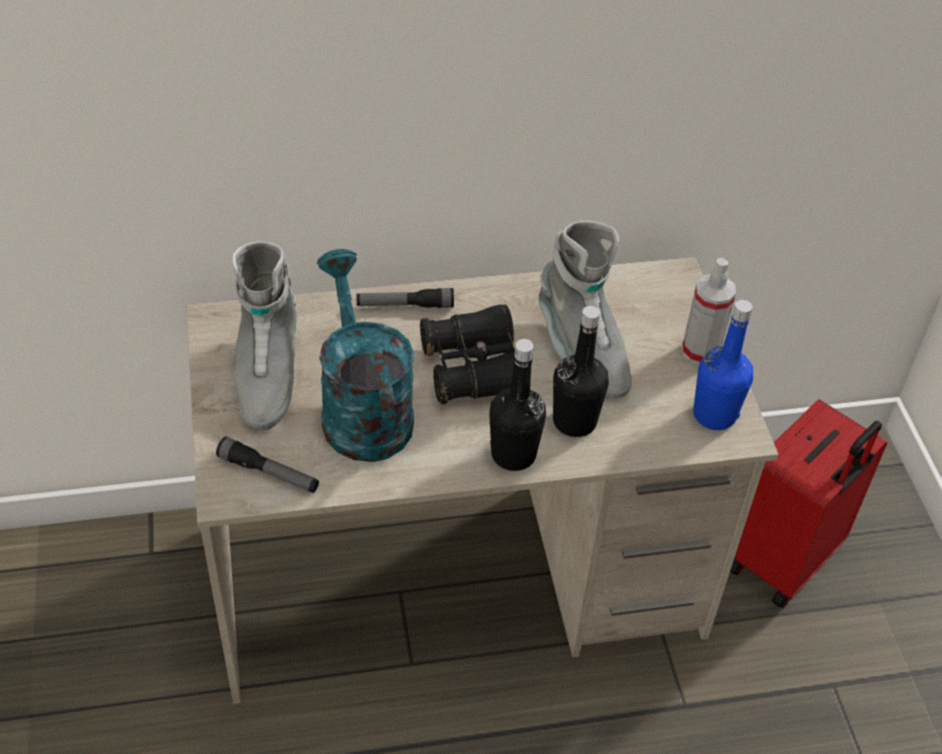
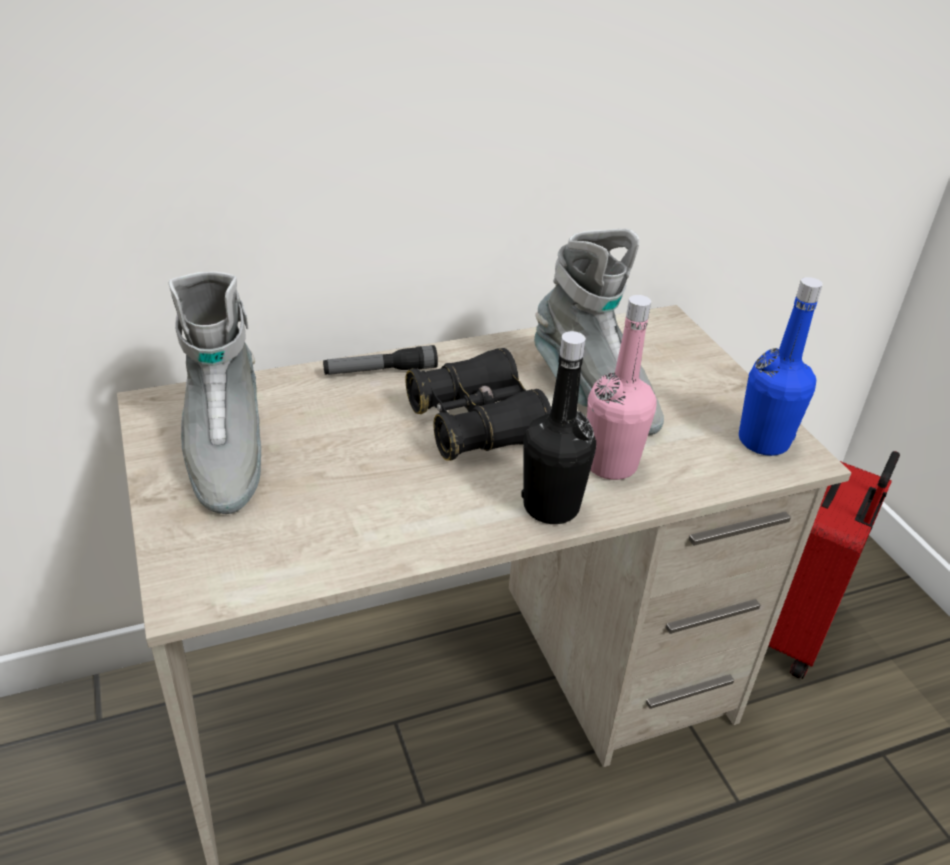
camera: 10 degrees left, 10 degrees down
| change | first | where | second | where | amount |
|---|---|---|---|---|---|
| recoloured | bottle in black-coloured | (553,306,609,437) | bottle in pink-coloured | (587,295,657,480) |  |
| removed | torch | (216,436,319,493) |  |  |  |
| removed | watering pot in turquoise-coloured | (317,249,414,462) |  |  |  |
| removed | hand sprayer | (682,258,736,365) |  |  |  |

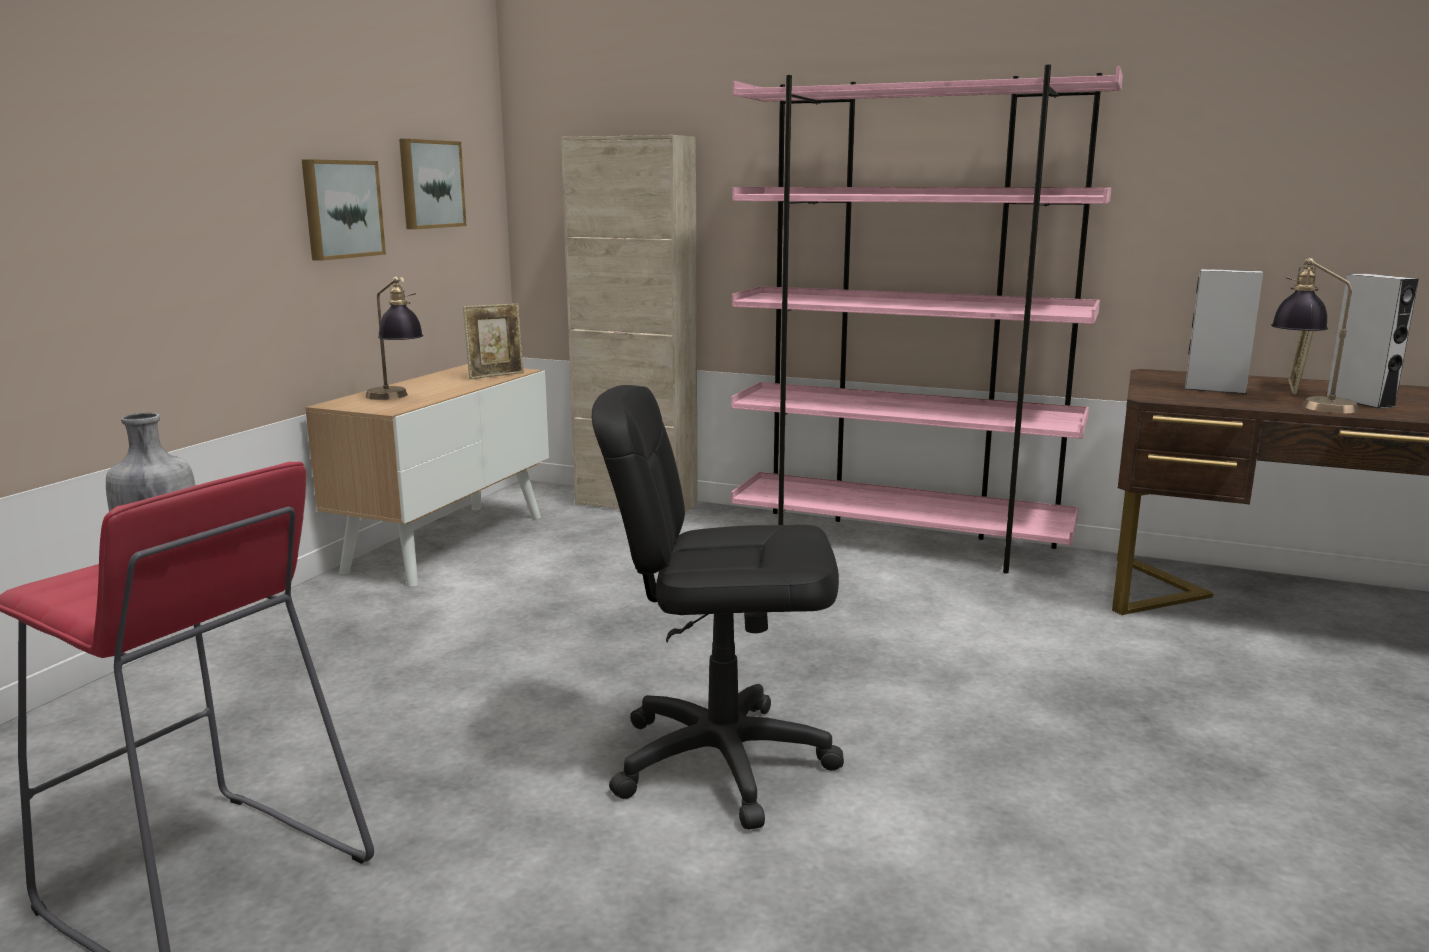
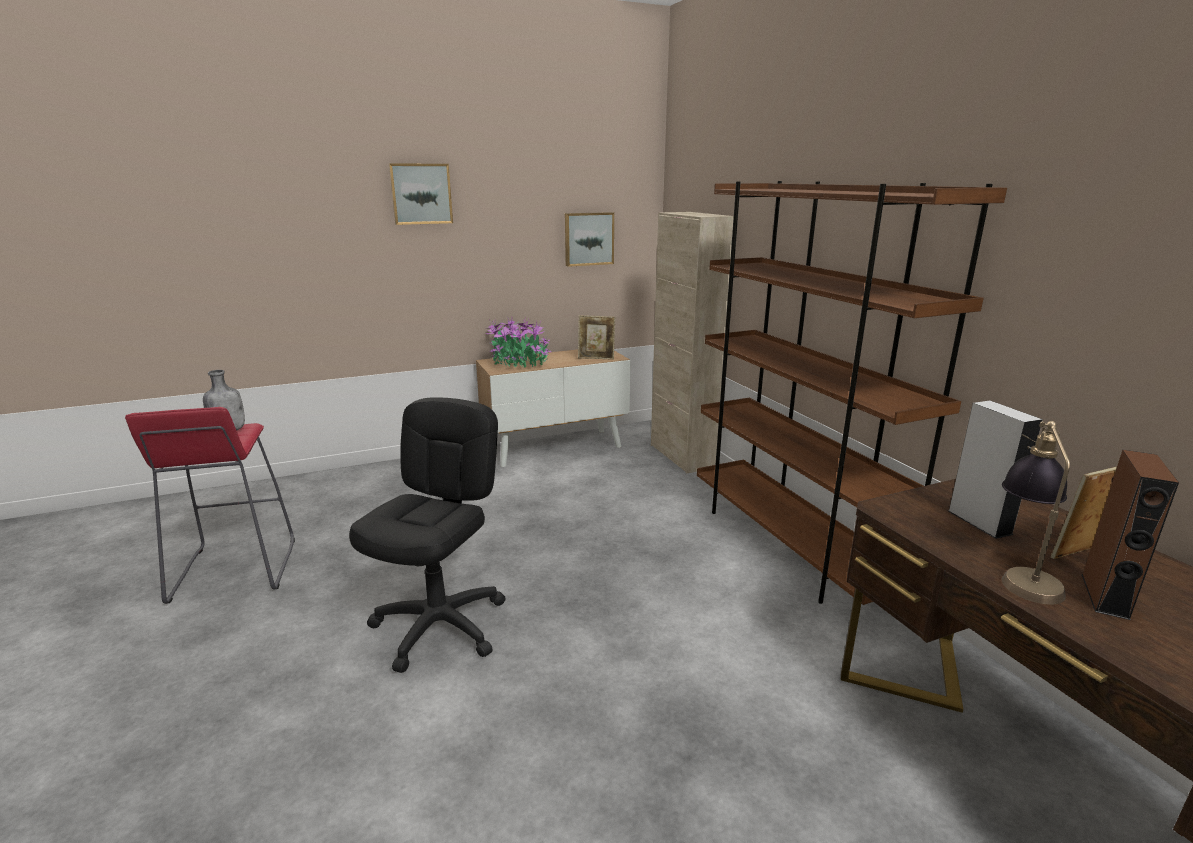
camera: 45 degrees right, 5 degrees up
| change | first | where | second | where | amount |
|---|---|---|---|---|---|
| turned | office chair in black-coloured | (592,385,844,830) |  | (349,397,506,673) | 60 degrees clockwise |
| moved | picture | (301,159,386,261) |  | (389,163,453,225) |  |
| replaced | tabletop lamp | (366,277,423,400) | plant in a pot | (485,317,551,368) |  |
| recoloured | bookshelf in pink-coloured | (731,65,1123,574) | bookshelf in brown-coloured | (697,181,1007,605) |  |
| recoloured | speaker in grey | (1327,274,1419,409) | speaker in brown-coloured | (1082,450,1179,620) |  |

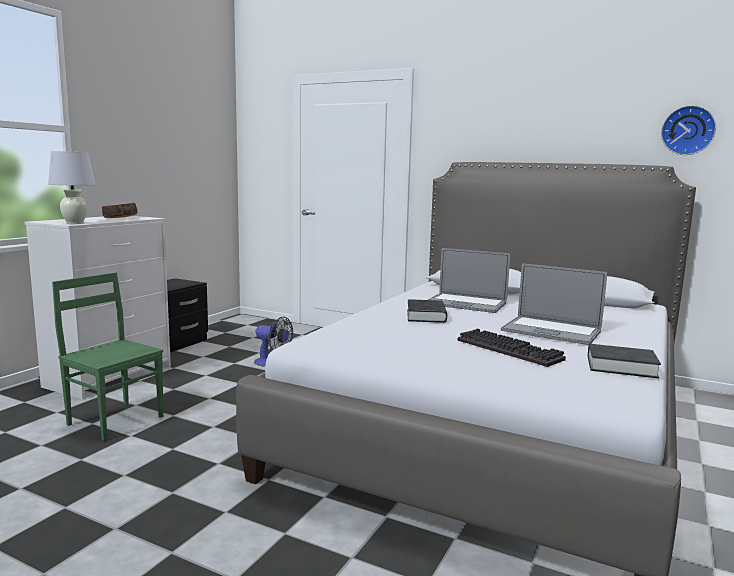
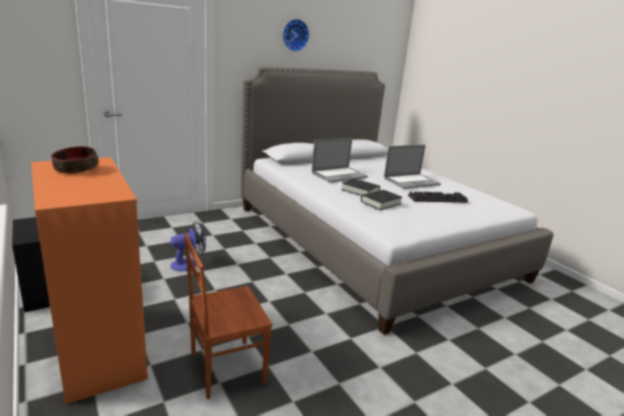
camera: 60 degrees left, 10 degrees up
| change | first | where | second | where | amount |
|---|---|---|---|---|---|
| recoloured | chest of drawers in white | (25,216,171,400) | chest of drawers in orange | (31,157,148,404) |  |
| recoloured | plain chair in green-coloured | (52,272,164,441) | plain chair in brown-coloured | (184,233,273,399) |  |
| moved | clock on the wall | (661,105,716,155) |  | (283,19,309,52) |  |
| moved | volume in black-coloured | (588,344,661,378) |  | (361,190,403,210) |  |
| removed | tabletop lamp in white | (48,151,96,224) |  |  |  |

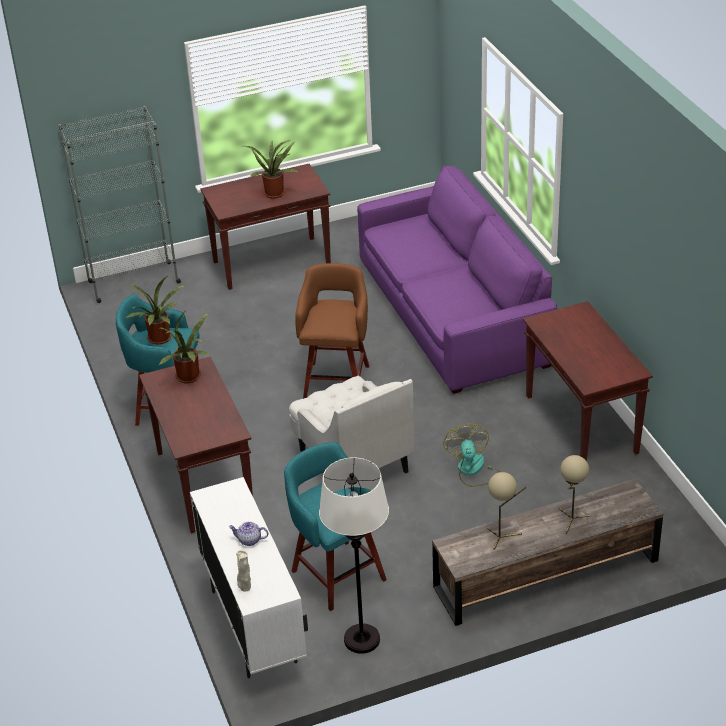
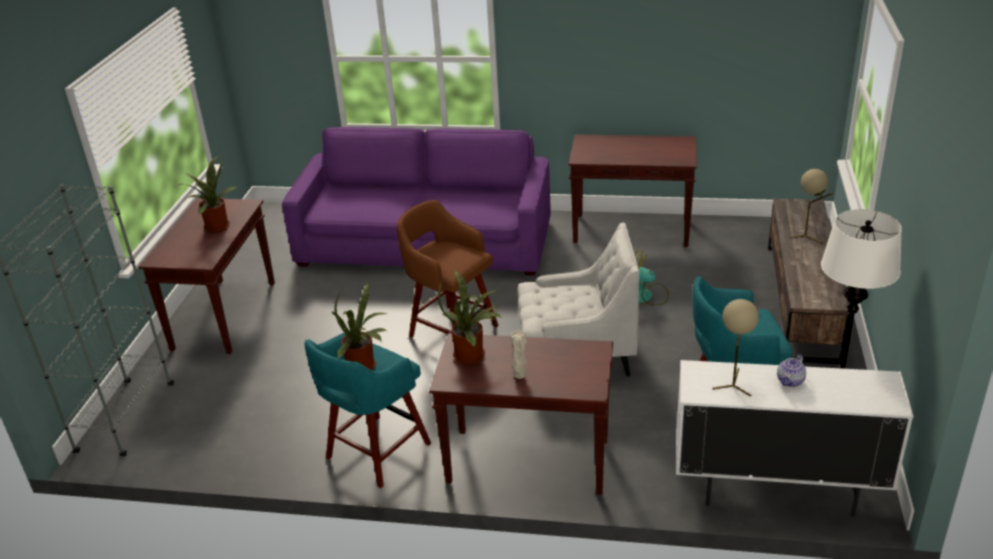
camera: 60 degrees left, 5 degrees down
| change | first | where | second | where | amount |
|---|---|---|---|---|---|
| moved | decorative vase in beige-coloured | (236,550,251,591) |  | (510,331,527,379) |  |
| moved | tabletop lamp in beige-coloured | (487,472,526,550) |  | (713,299,759,397) |  |

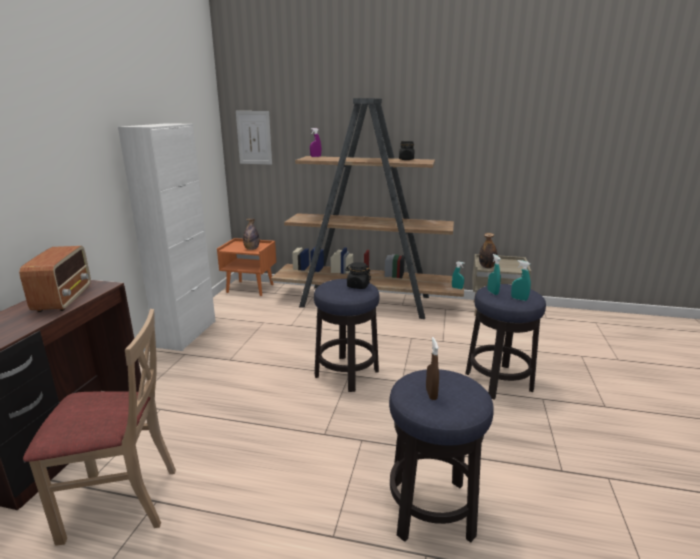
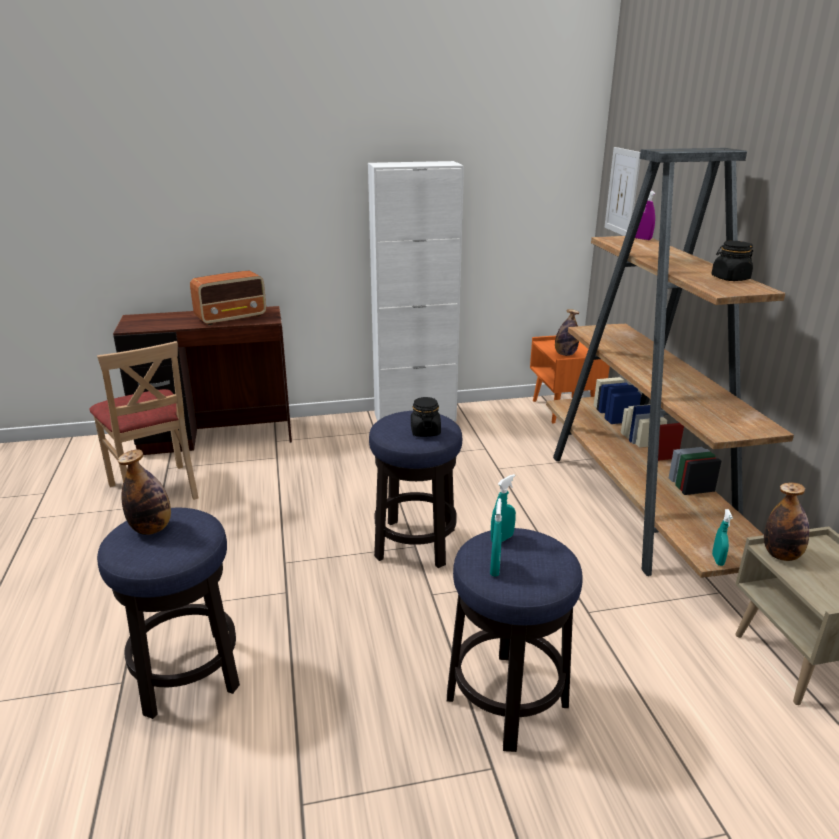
camera: 65 degrees right, 5 degrees up
| change | first | where | second | where | amount |
|---|---|---|---|---|---|
| replaced | hand sprayer in brown-coloured | (426,337,439,400) | bottle | (118,449,171,535) |  |

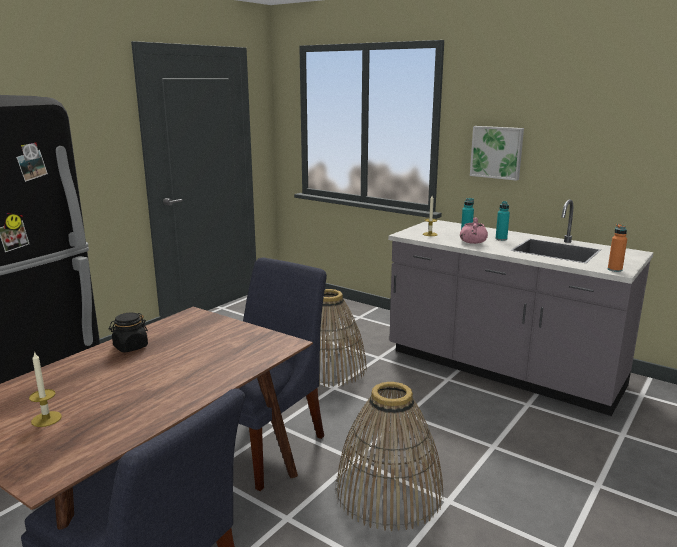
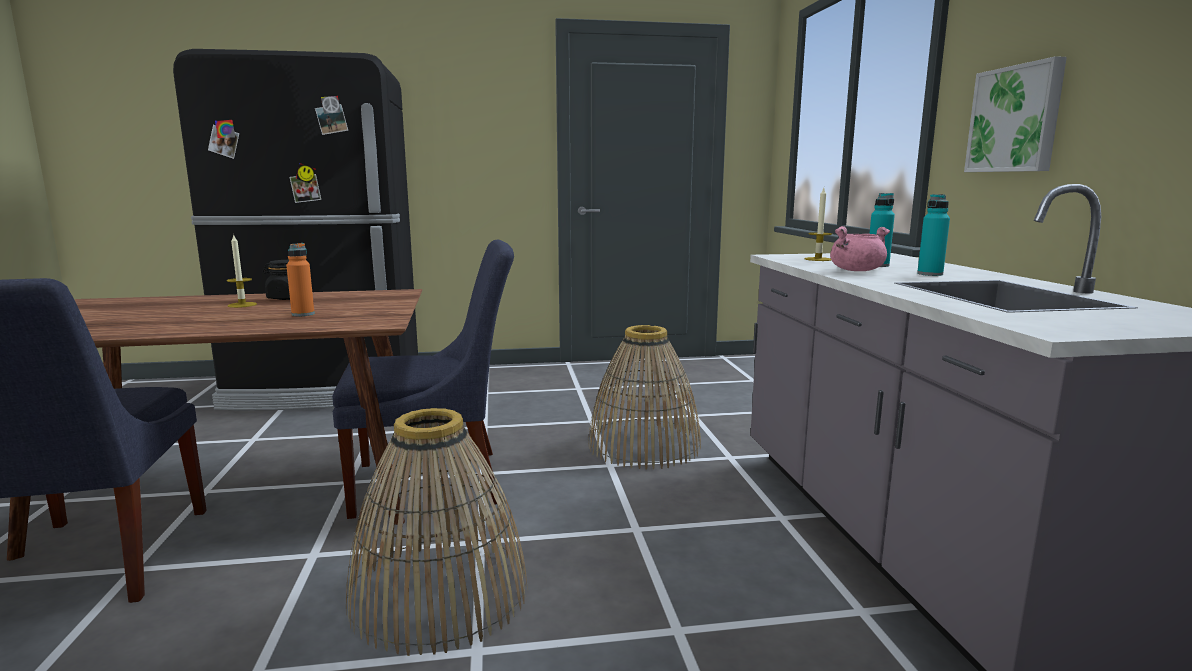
camera: 45 degrees right, 5 degrees down
| change | first | where | second | where | amount |
|---|---|---|---|---|---|
| moved | wax candle | (29,351,62,427) |  | (227,234,257,308) |  |
| moved | bottle in orange | (608,224,627,272) |  | (286,243,314,316) |  |

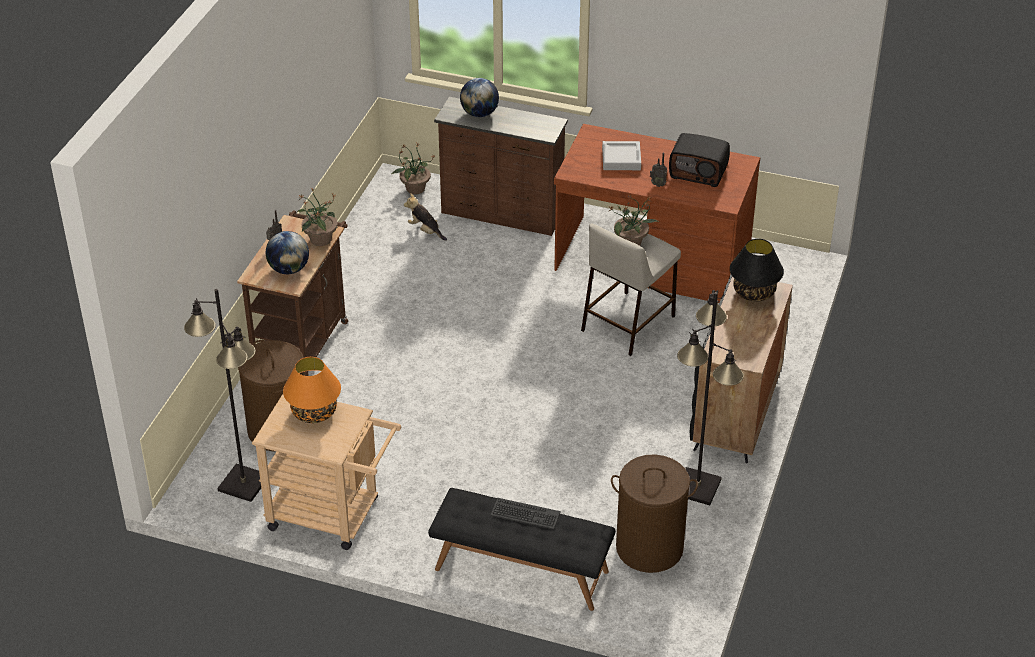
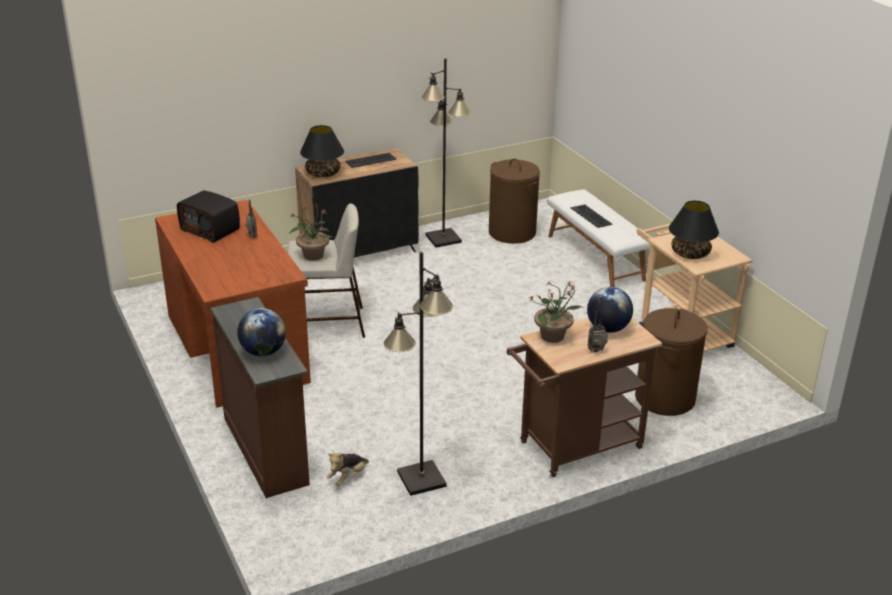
camera: 135 degrees left, 10 degrees down
| change | first | where | second | where | amount |
|---|---|---|---|---|---|
| turned | radio | (669,133,730,187) |  | (177,190,240,242) | 150 degrees clockwise |
| turned | plush toy | (404,193,447,241) |  | (327,453,369,486) | 45 degrees clockwise |
| added |  |  | keyboard | (345,153,396,168) |  |
| moved | standard lamp in black-coloured | (184,289,261,502) |  | (384,252,453,496) |  |
| recoloured | indoor bench in black-coloured | (428,488,615,611) | indoor bench in white | (547,189,650,287) |  |
| recoloured | tabletop lamp in orange | (283,357,341,423) | tabletop lamp in black-coloured | (669,201,719,259) |  |
| removed | plant in a pot | (392,142,434,195) |  |  |  |
| removed | carrying tray in grey | (602,141,641,170) |  |  |  |

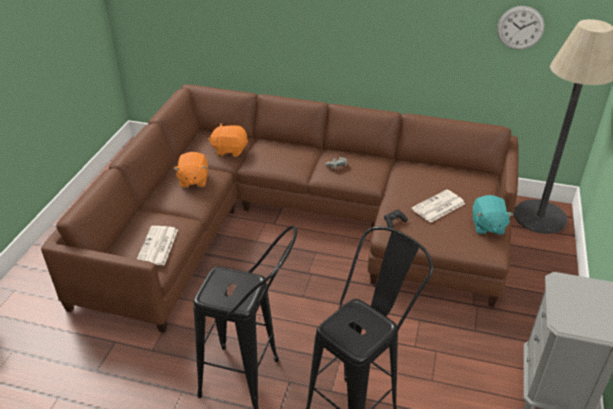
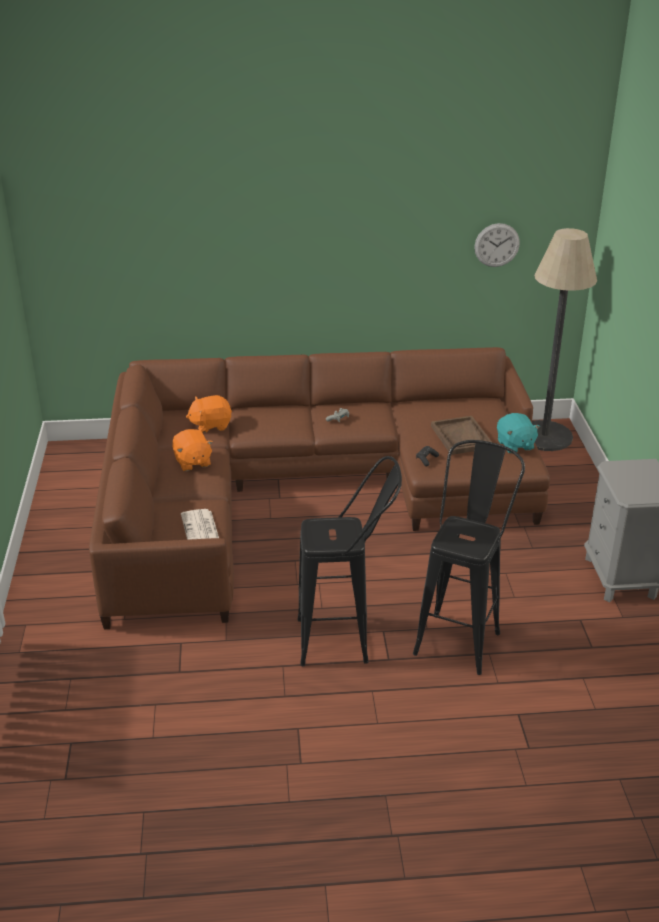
camera: 20 degrees left, 5 degrees down
| change | first | where | second | where | amount |
|---|---|---|---|---|---|
| replaced | newspaper | (412,190,465,223) | carrying tray in brown-coloured | (431,416,492,455) |  |

